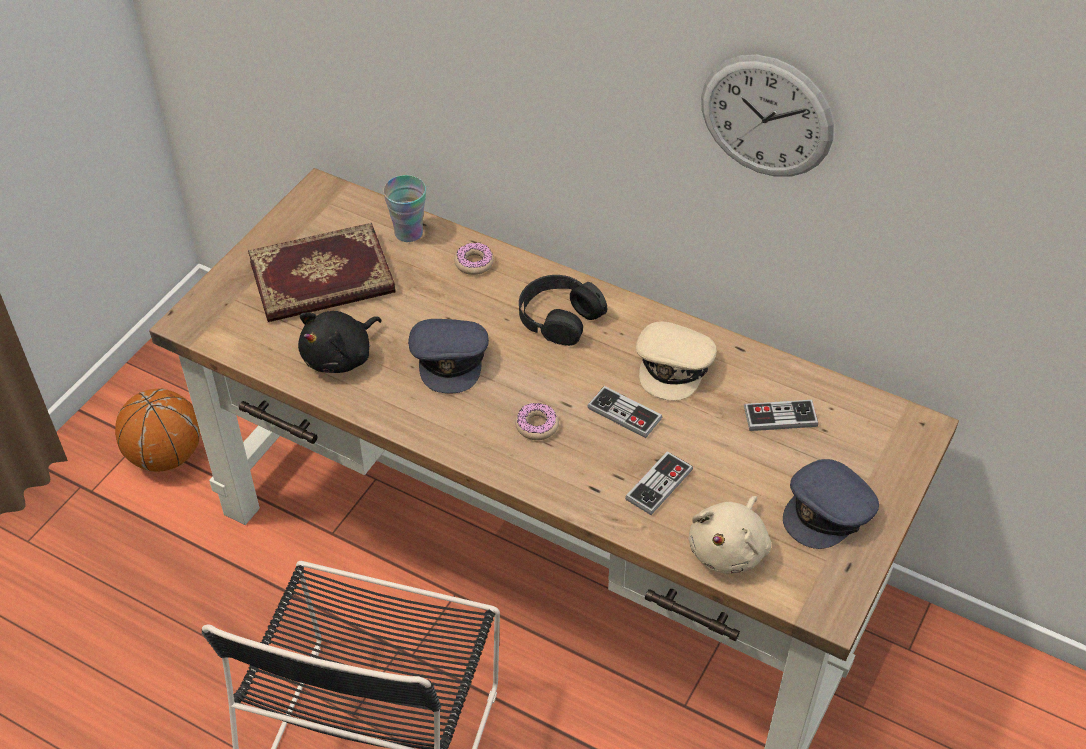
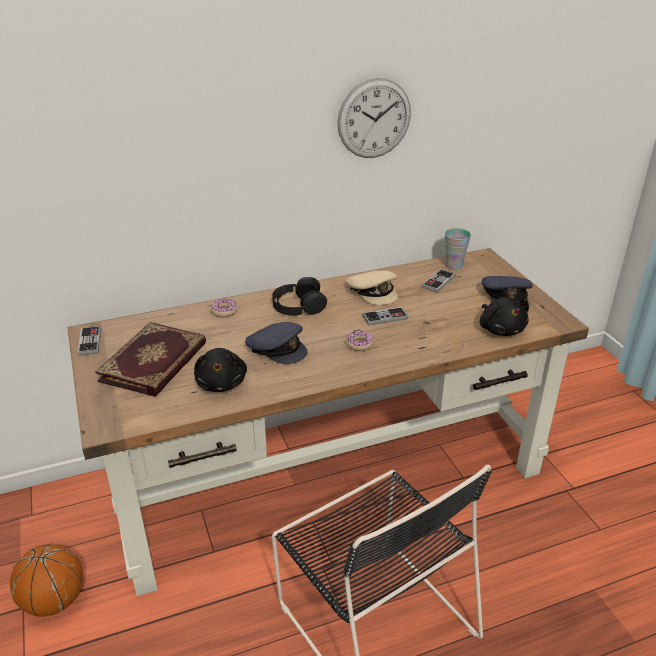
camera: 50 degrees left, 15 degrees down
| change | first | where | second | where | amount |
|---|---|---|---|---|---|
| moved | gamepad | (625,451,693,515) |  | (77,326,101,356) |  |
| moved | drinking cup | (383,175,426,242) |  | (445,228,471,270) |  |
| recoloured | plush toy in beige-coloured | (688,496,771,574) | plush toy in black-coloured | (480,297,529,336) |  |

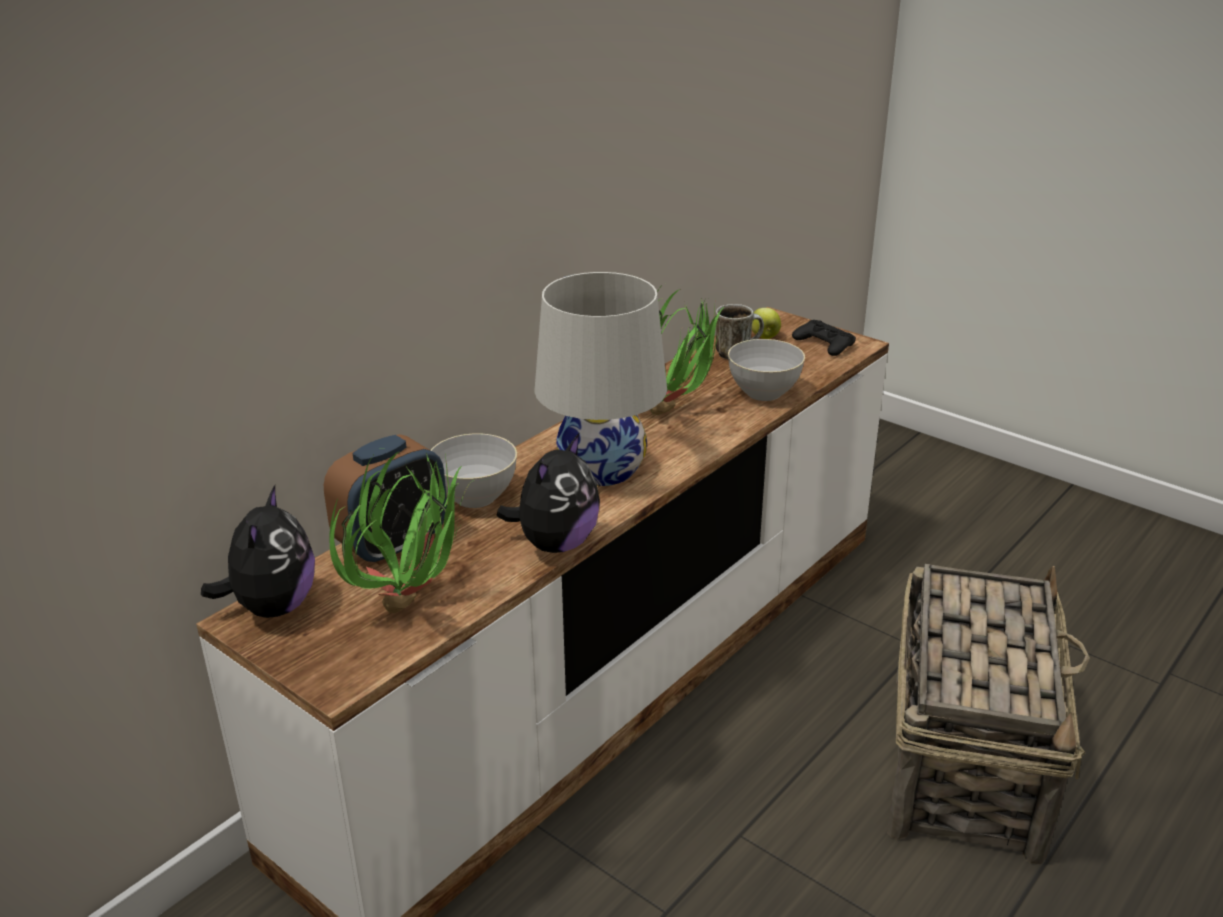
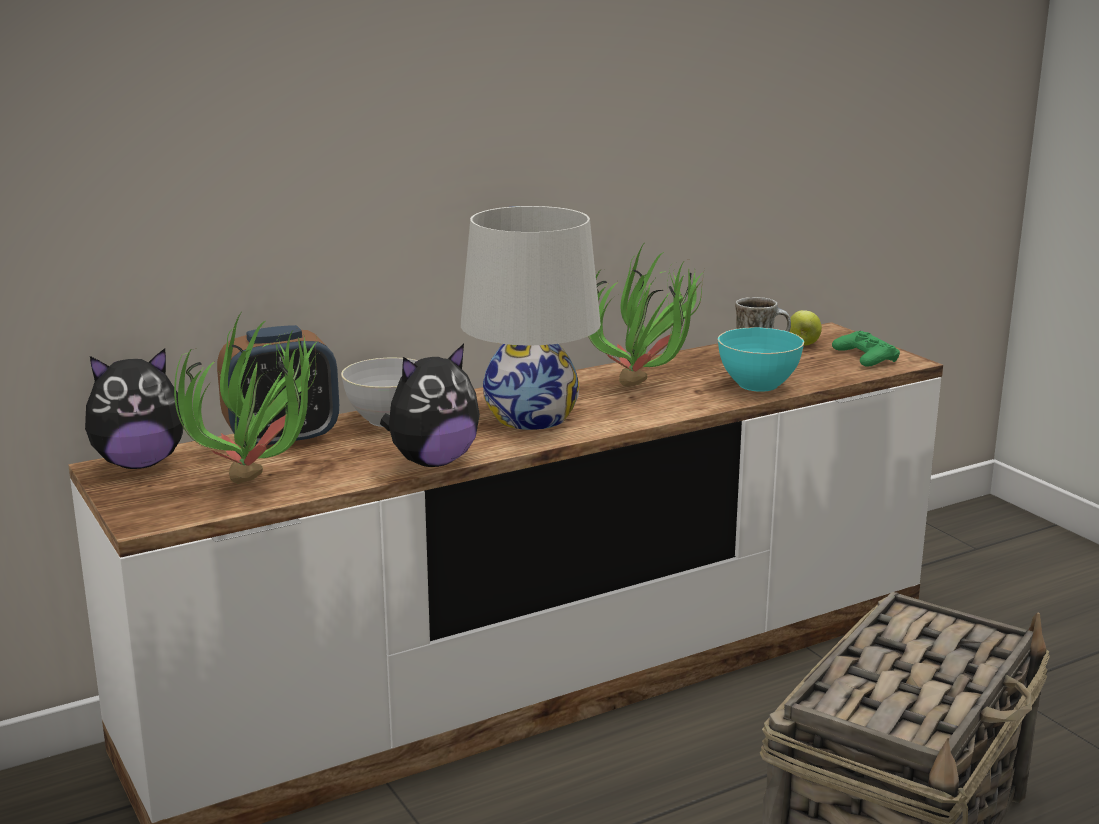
camera: 20 degrees right, 10 degrees down
| change | first | where | second | where | amount |
|---|---|---|---|---|---|
| turned | plush toy | (201,485,315,618) |  | (85,348,184,469) | 45 degrees clockwise |
| recoloured | serving bowl in grey | (728,339,805,401) | serving bowl in turquoise-coloured | (718,328,804,392) |  |
| recoloured | gamepad in black-coloured | (792,320,856,356) | gamepad in green-coloured | (832,331,900,367) |  |

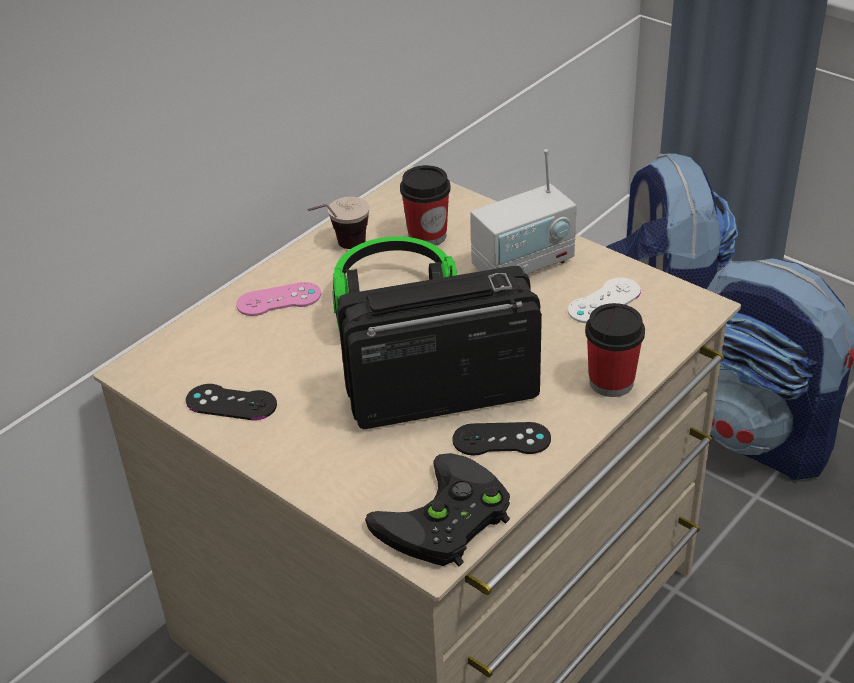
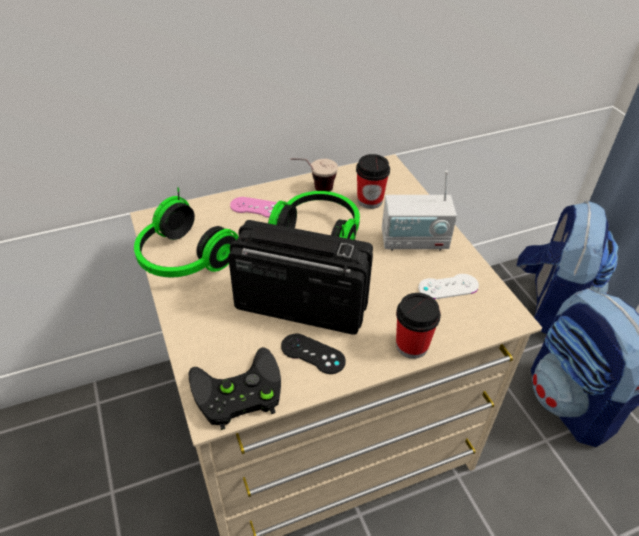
camera: 25 degrees right, 5 degrees up
| change | first | where | second | where | amount |
|---|---|---|---|---|---|
| replaced | gamepad in black-coloured | (186,384,277,420) | pair of headphones | (134,187,239,277) |  |

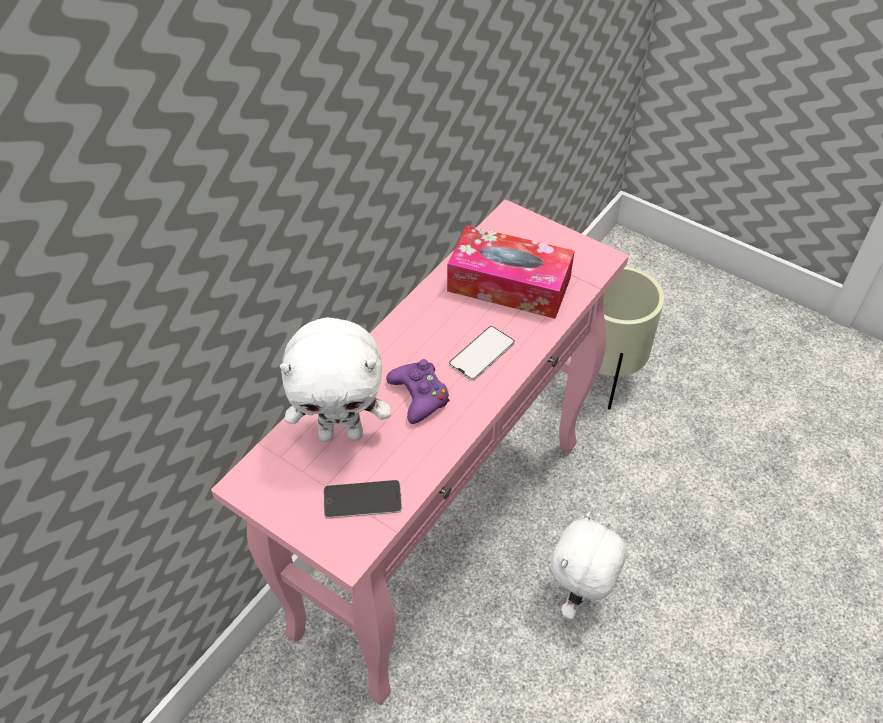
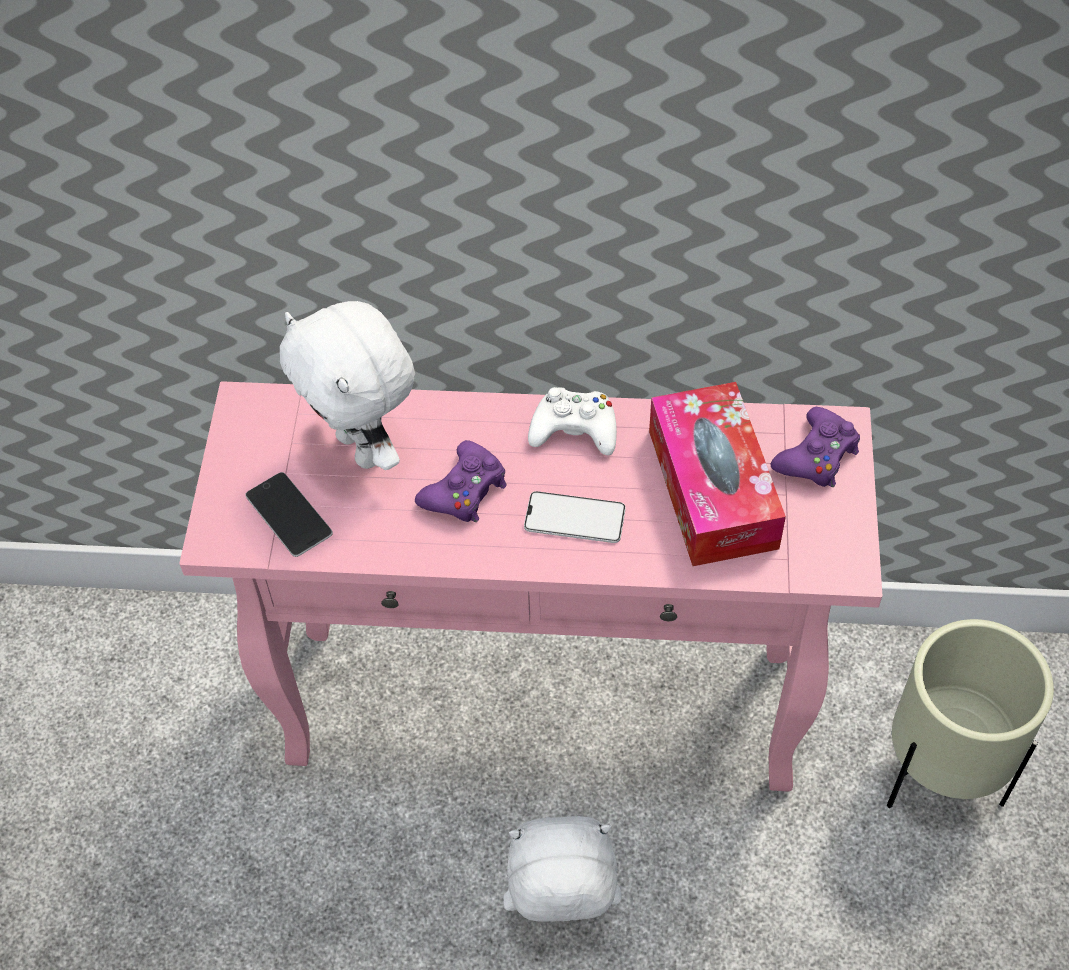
camera: 60 degrees right, 5 degrees up
| change | first | where | second | where | amount |
|---|---|---|---|---|---|
| added |  |  | gamepad in white | (528,387,617,455) |  |
| added |  |  | gamepad in purplish | (771,407,860,487) |  |

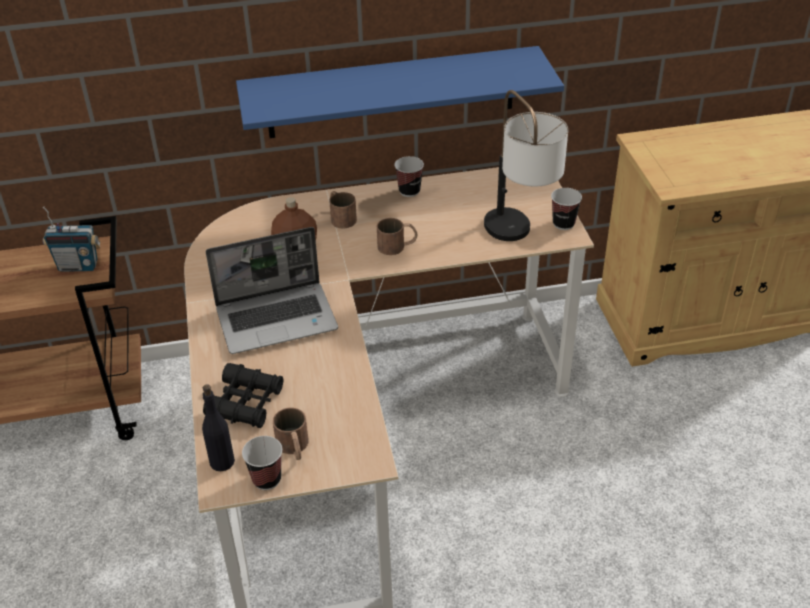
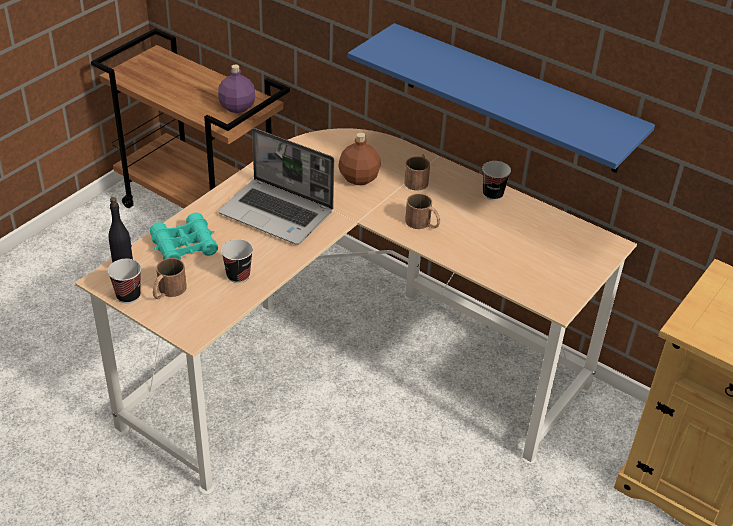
camera: 45 degrees right, 0 degrees up
| change | first | where | second | where | amount |
|---|---|---|---|---|---|
| recoloured | pair of binoculars in black-coloured | (203,363,283,428) | pair of binoculars in turquoise-coloured | (150,212,218,260) |  |
| replaced | radio | (43,206,100,272) | bottle in purplish | (218,64,255,113) |  |
| moved | drinking cup | (551,188,582,230) |  | (221,239,253,283) |  |
| removed | tabletop lamp | (484,90,568,241) |  |  |  |

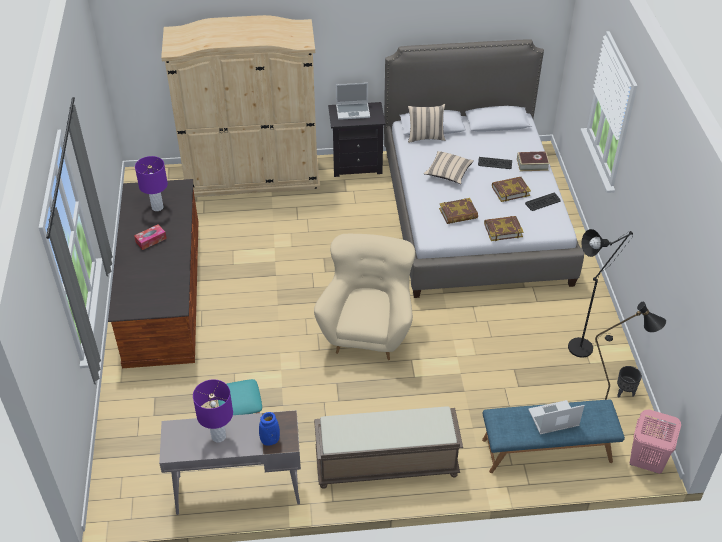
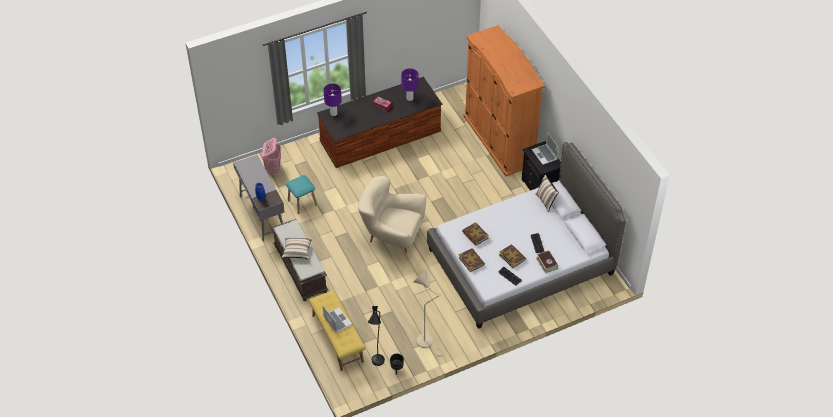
camera: 70 degrees right, 5 degrees up
| change | first | where | second | where | amount |
|---|---|---|---|---|---|
| moved | laundry basket in pink-coloured | (630,409,681,474) |  | (262,138,281,174) |  |
| moved | pillow in beige-coloured | (424,151,474,184) |  | (282,236,312,259) |  |
| recoloured | indoor bench in bluish | (482,400,625,473) | indoor bench in yellow-coloured | (309,290,365,371) |  |
| moved | tabletop lamp in purplish | (193,379,233,443) |  | (323,83,342,116) |  |
| turned | easy chair in beige-coloured | (314,234,415,360) |  | (358,176,426,253) | 150 degrees counterclockwise |
| recoloured | standard lamp in black-coloured | (568,229,633,358) | standard lamp in beige-coloured | (414,271,442,357) |  |
| recoloured | clothes cupboard in beige-coloured | (161,15,320,197) | clothes cupboard in orange | (463,25,545,176) |  |

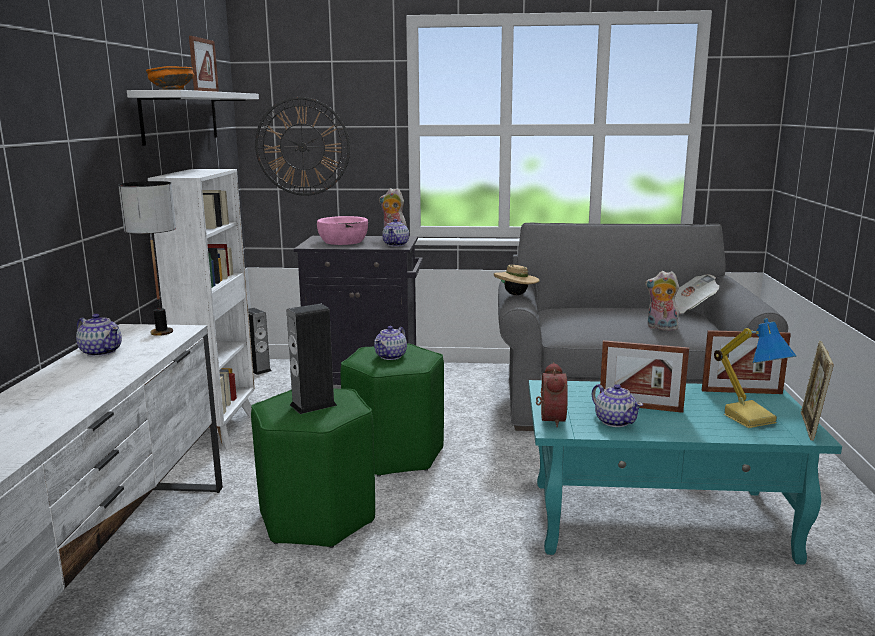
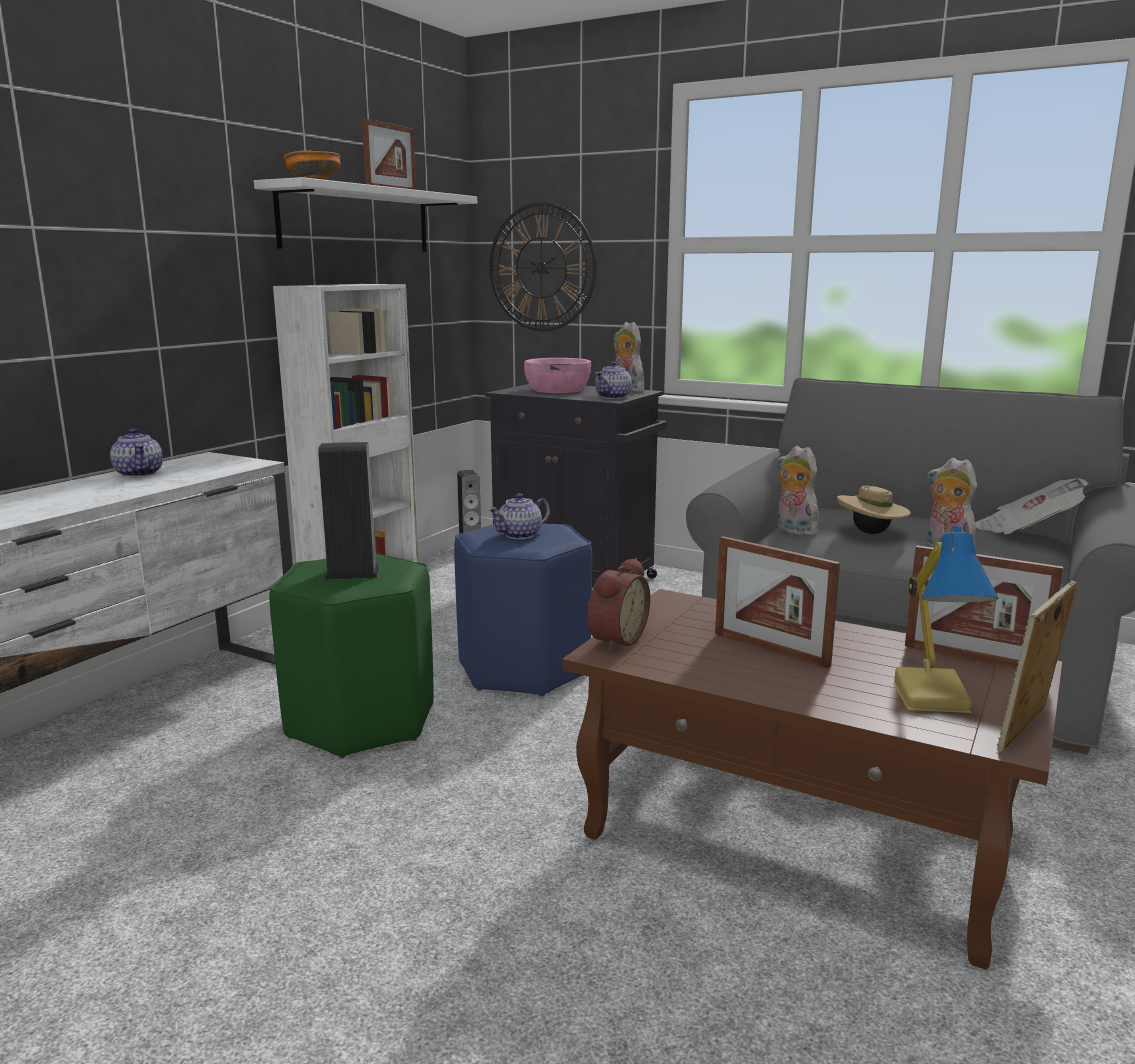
camera: 25 degrees right, 0 degrees up
| change | first | where | second | where | amount |
|---|---|---|---|---|---|
| recoloured | stool seat in green-coloured | (340,343,444,477) | stool seat in bluish | (454,524,592,696) |  |
| recoloured | lounge table in turquoise-coloured | (529,380,842,564) | lounge table in brown-coloured | (563,589,1062,970) |  |
| added |  |  | plush toy | (777,446,820,536) |  |
| moved | hat in beige-coloured | (494,265,540,295) |  | (837,486,911,534) |  |
| removed | tabletop lamp | (118,181,176,336) |  |  |  |
| removed | pot for tea | (592,384,643,427) |  |  |  |

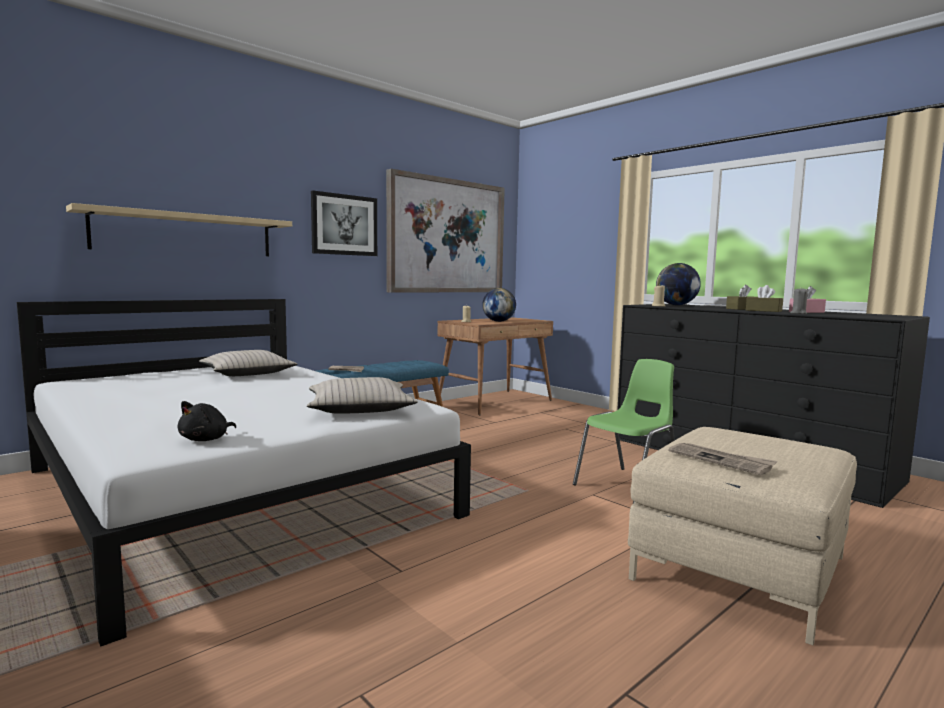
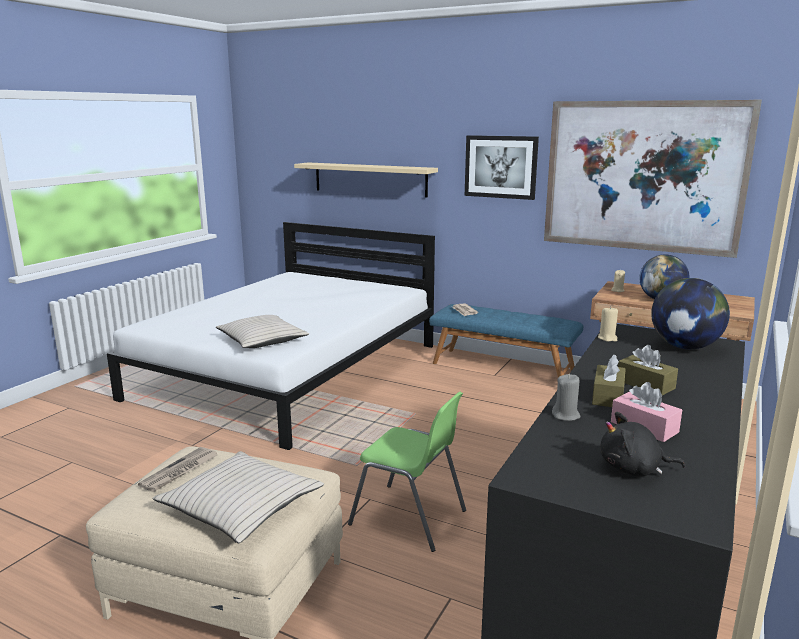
camera: 70 degrees right, 10 degrees up
| change | first | where | second | where | amount |
|---|---|---|---|---|---|
| moved | pillow in beige-coloured | (199,350,297,376) |  | (153,451,324,543) |  |
| moved | plush toy in black-coloured | (178,401,236,441) |  | (600,412,685,476) |  |

